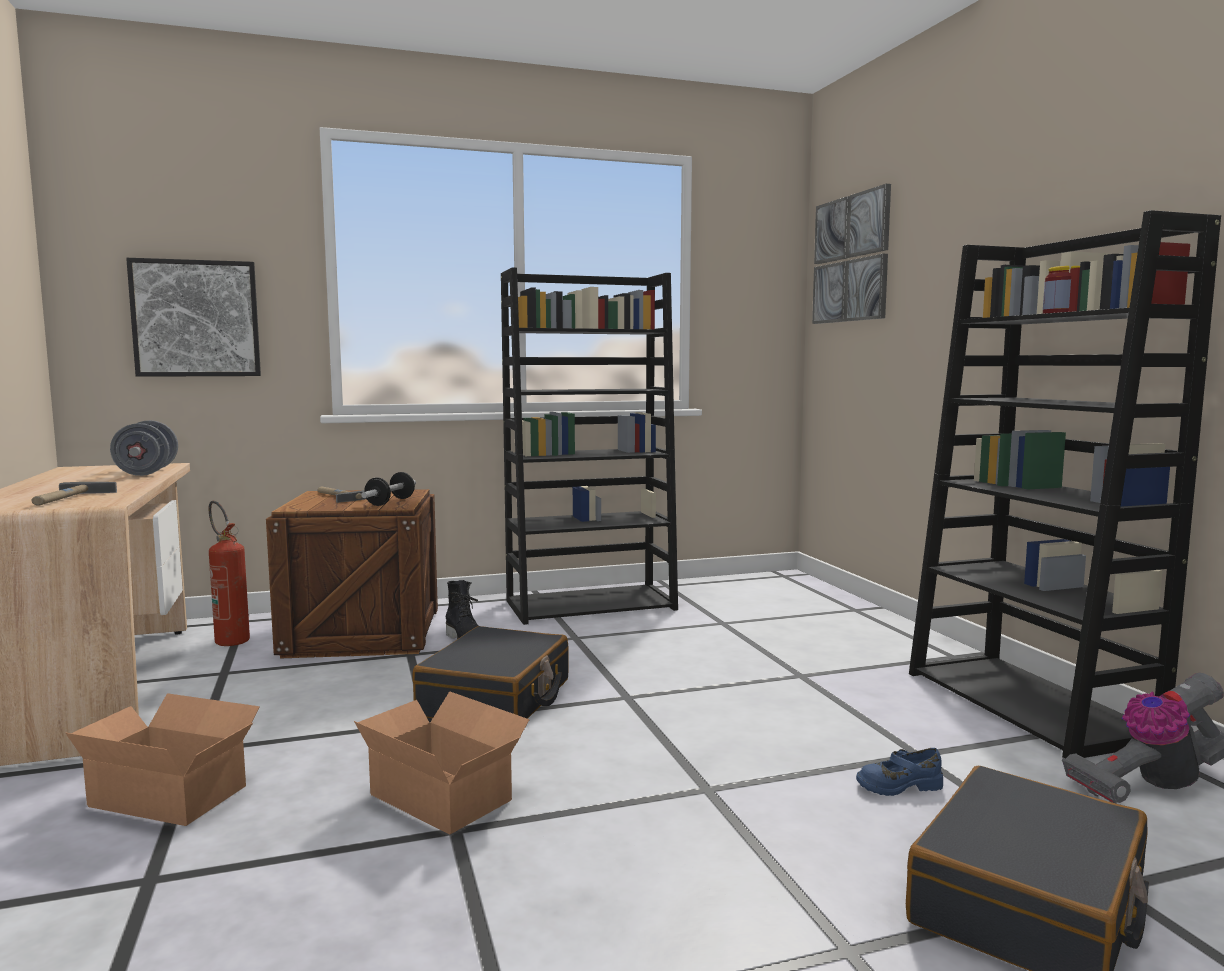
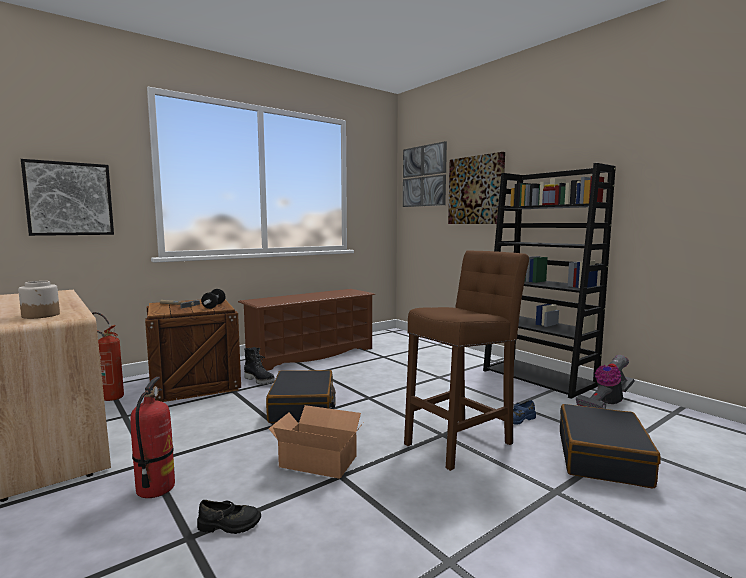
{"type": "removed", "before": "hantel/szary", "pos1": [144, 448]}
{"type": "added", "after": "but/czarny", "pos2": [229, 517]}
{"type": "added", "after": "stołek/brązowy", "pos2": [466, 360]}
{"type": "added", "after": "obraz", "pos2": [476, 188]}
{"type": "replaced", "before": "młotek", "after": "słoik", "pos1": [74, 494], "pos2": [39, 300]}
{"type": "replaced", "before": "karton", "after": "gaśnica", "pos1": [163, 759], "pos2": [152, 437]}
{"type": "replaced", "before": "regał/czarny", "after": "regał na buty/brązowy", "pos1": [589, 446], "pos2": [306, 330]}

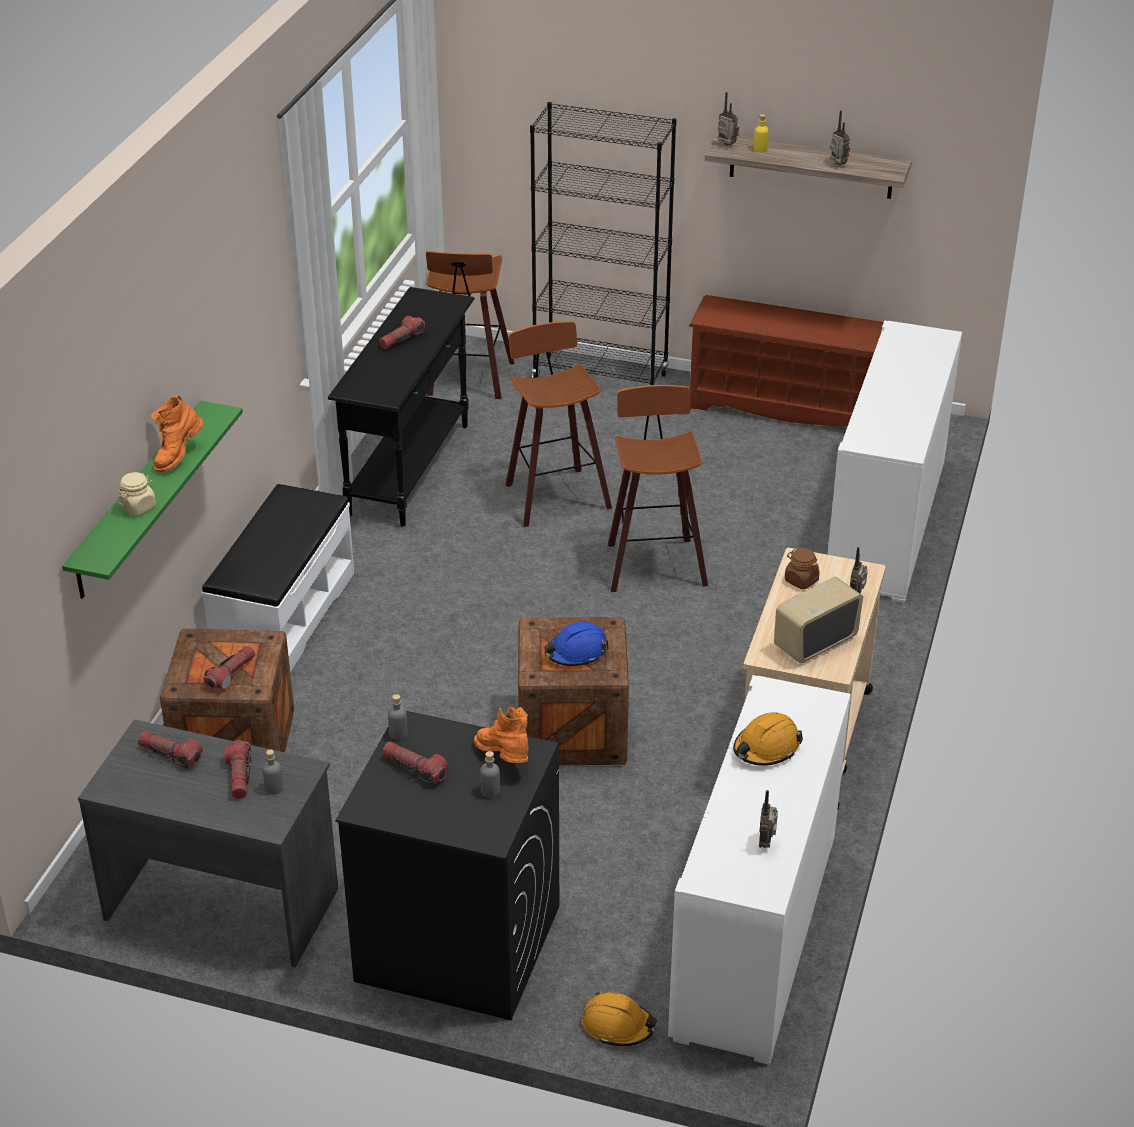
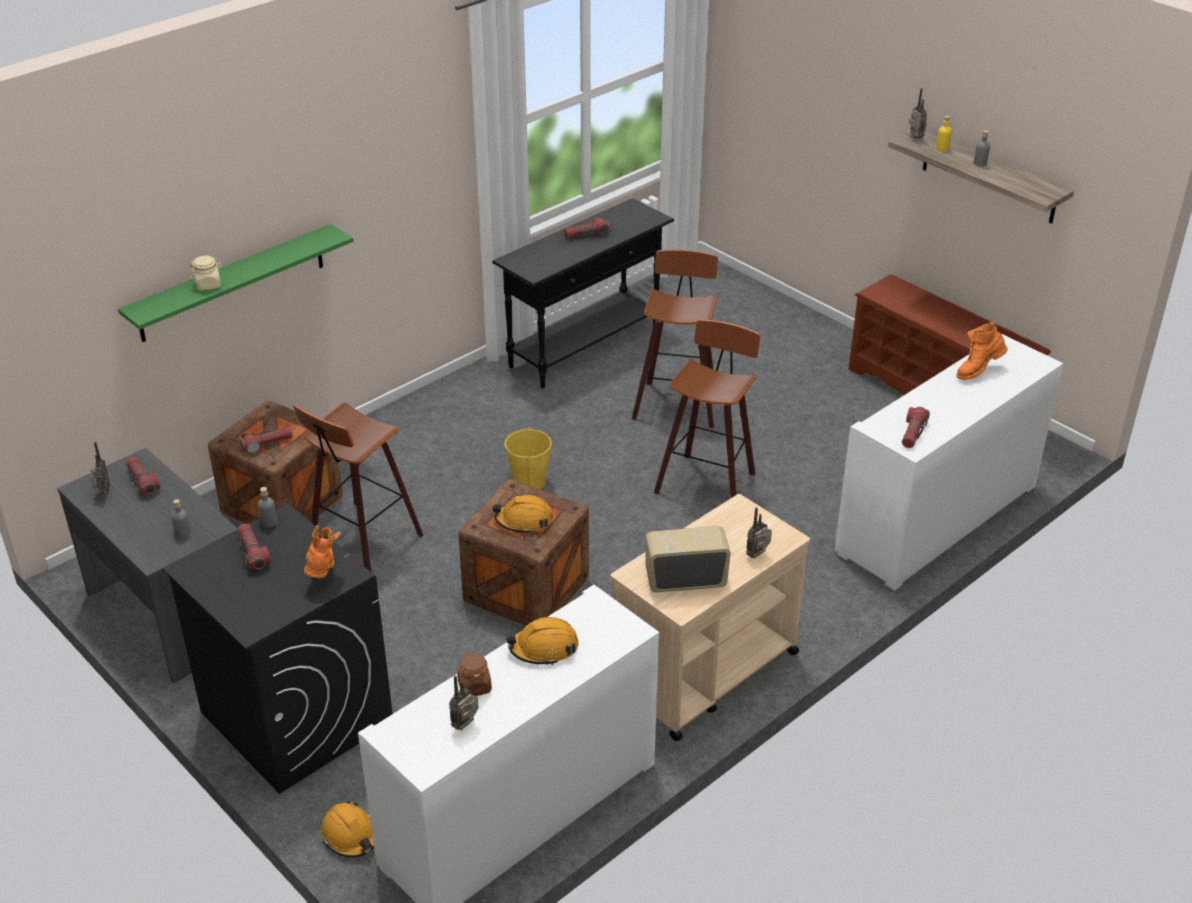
{"type": "removed", "before": "ławka/biały", "pos1": [278, 578]}
{"type": "removed", "before": "regał/czarny", "pos1": [603, 243]}
{"type": "added", "after": "wiadro/żółty", "pos2": [528, 458]}
{"type": "moved", "before": "but z cholewką/pomarańczowy", "pos1": [177, 433], "pos2": [982, 351]}
{"type": "moved", "before": "latarka", "pos1": [238, 769], "pos2": [916, 427]}
{"type": "moved", "before": "stołek", "pos1": [470, 325], "pos2": [358, 487]}
{"type": "moved", "before": "butelka/szary", "pos1": [490, 774], "pos2": [982, 148]}
{"type": "moved", "before": "słoik/brązowy", "pos1": [802, 568], "pos2": [474, 674]}
{"type": "moved", "before": "radio", "pos1": [840, 137], "pos2": [100, 468]}
{"type": "recoloured", "before": "kask/niebieski", "after": "kask/pomarańczowy", "pos1": [576, 644], "pos2": [523, 514]}

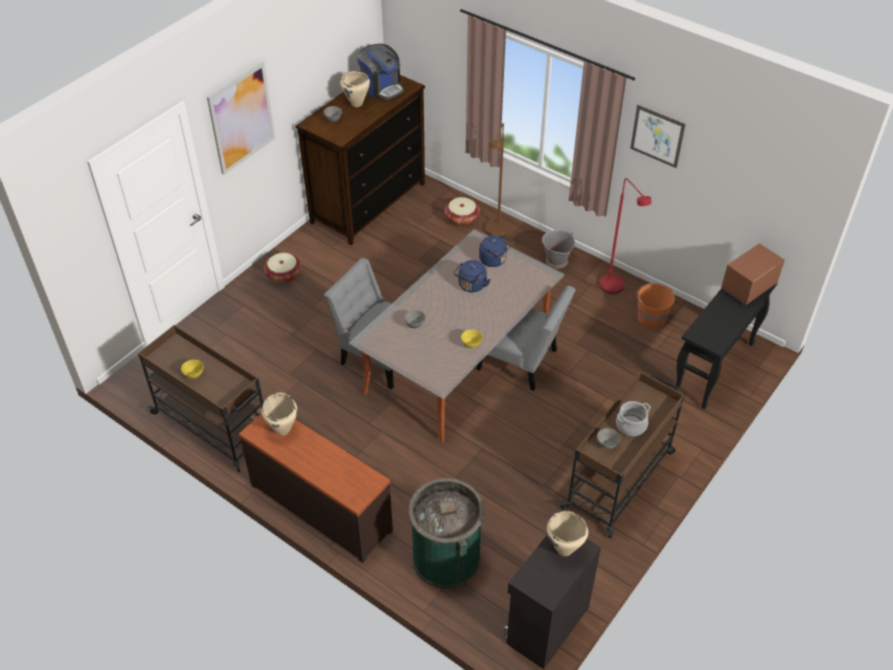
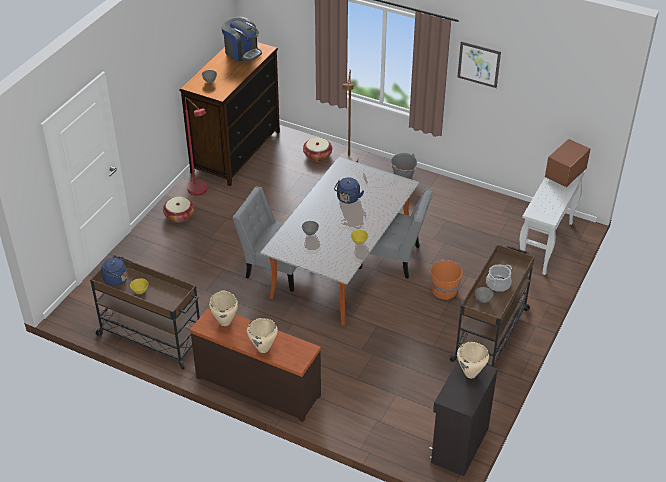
{"type": "removed", "before": "obraz", "pos1": [241, 118]}
{"type": "removed", "before": "kosz na śmieci/zielony", "pos1": [446, 533]}
{"type": "moved", "before": "garnek/beżowy", "pos1": [355, 89], "pos2": [262, 335]}
{"type": "moved", "before": "czajnik/niebieski", "pos1": [496, 251], "pos2": [116, 271]}
{"type": "moved", "before": "lampa stojąca/czerwony", "pos1": [626, 236], "pos2": [196, 146]}
{"type": "moved", "before": "wiadro/pomarańczowy", "pos1": [655, 306], "pos2": [446, 280]}
{"type": "recoloured", "before": "stolik konsolowy/czarny", "after": "stolik konsolowy/biały", "pos1": [725, 346], "pos2": [553, 222]}

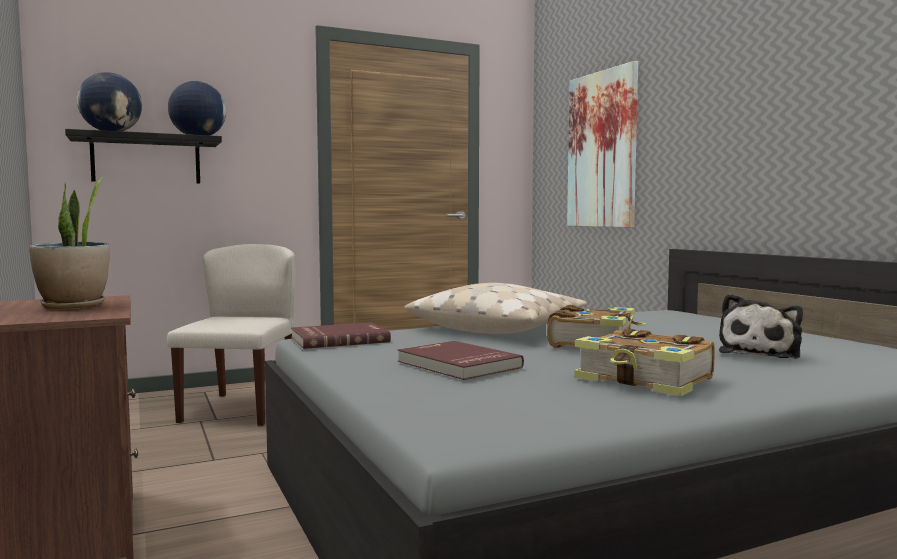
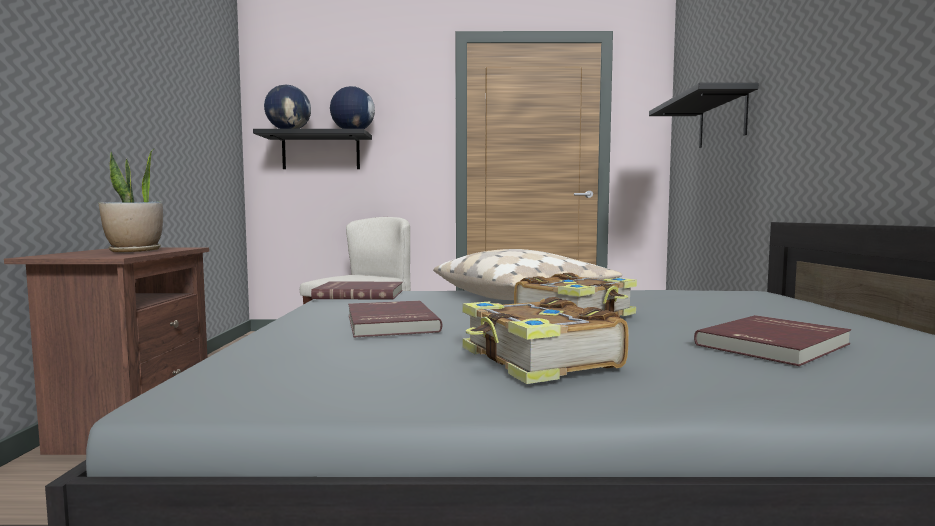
{"type": "replaced", "before": "obraz", "after": "półka/czarny", "pos1": [602, 144], "pos2": [703, 115]}
{"type": "replaced", "before": "pluszak", "after": "książka/czerwony", "pos1": [761, 326], "pos2": [772, 340]}

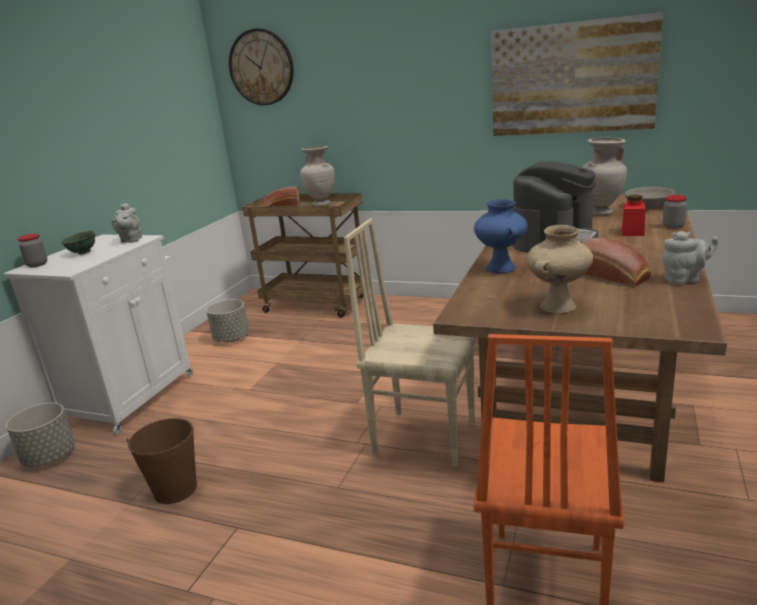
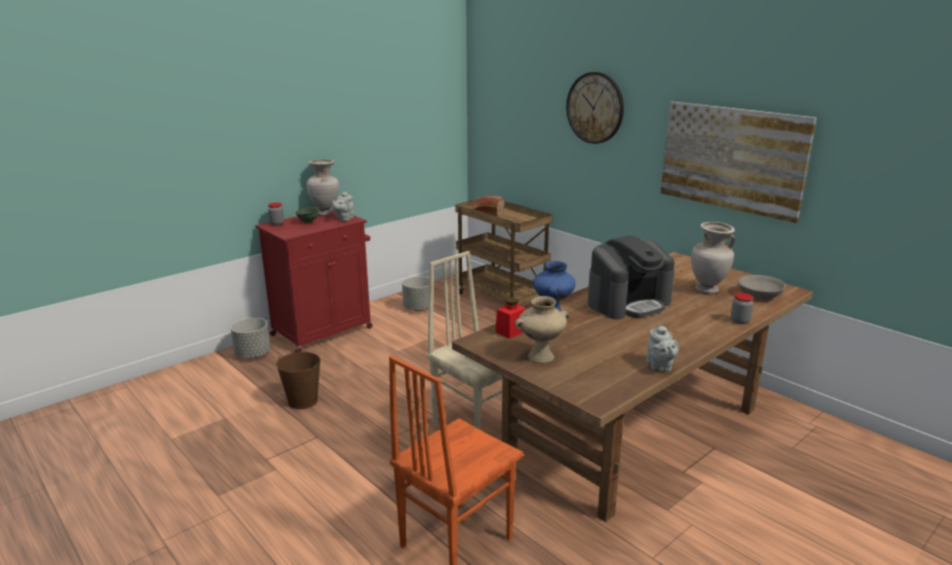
{"type": "removed", "before": "chleb", "pos1": [616, 262]}
{"type": "moved", "before": "zegar ścienny", "pos1": [261, 67], "pos2": [595, 108]}
{"type": "moved", "before": "wazon/beżowy", "pos1": [317, 176], "pos2": [322, 187]}
{"type": "moved", "before": "słoik/czerwony", "pos1": [633, 215], "pos2": [510, 318]}
{"type": "recoloured", "before": "szafka/biały", "after": "szafka/czerwony", "pos1": [98, 334], "pos2": [313, 280]}
{"type": "turned", "before": "imbryk/szary", "pos1": [690, 257], "pos2": [662, 348], "turn": 60}

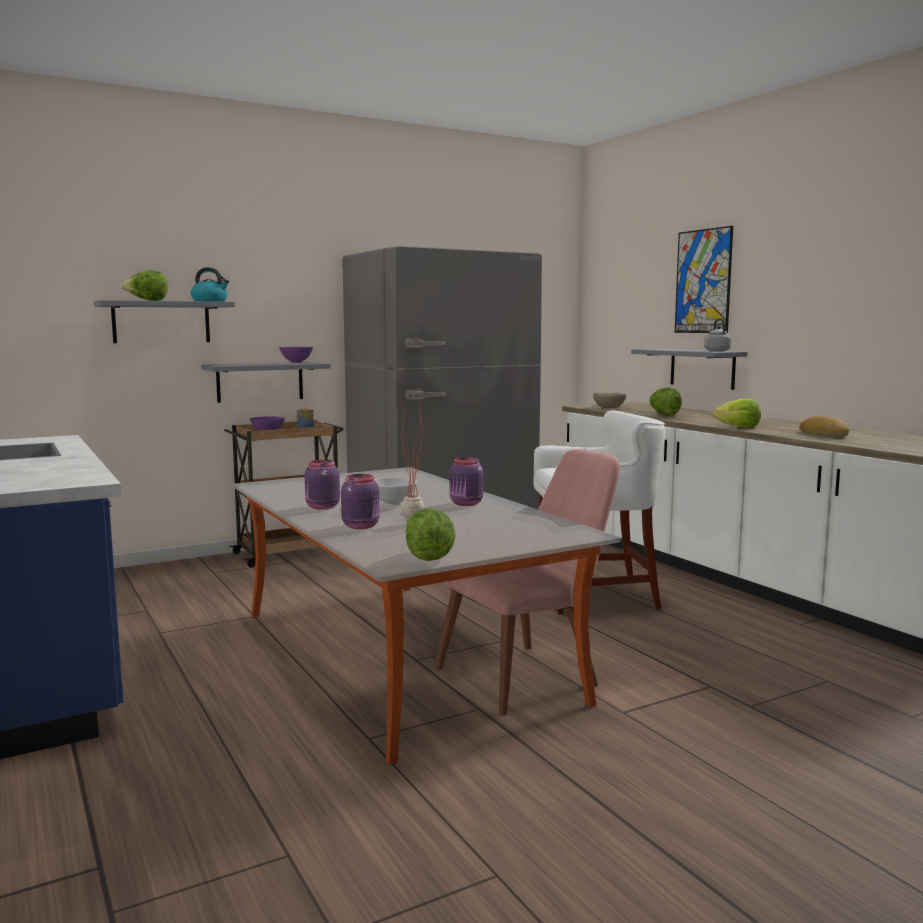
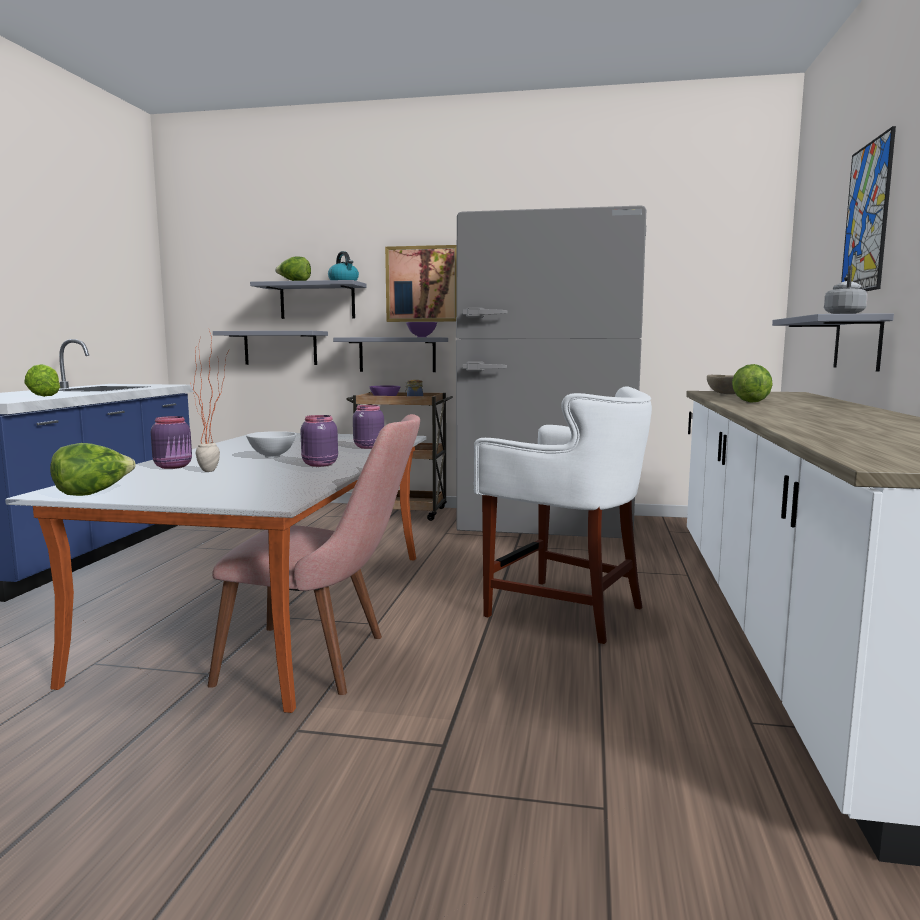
{"type": "removed", "before": "chleb", "pos1": [824, 426]}
{"type": "added", "after": "półka/szary", "pos2": [270, 348]}
{"type": "added", "after": "obraz", "pos2": [421, 283]}
{"type": "moved", "before": "słoik/fioletowy", "pos1": [322, 485], "pos2": [368, 427]}
{"type": "moved", "before": "sałata", "pos1": [737, 413], "pos2": [42, 380]}

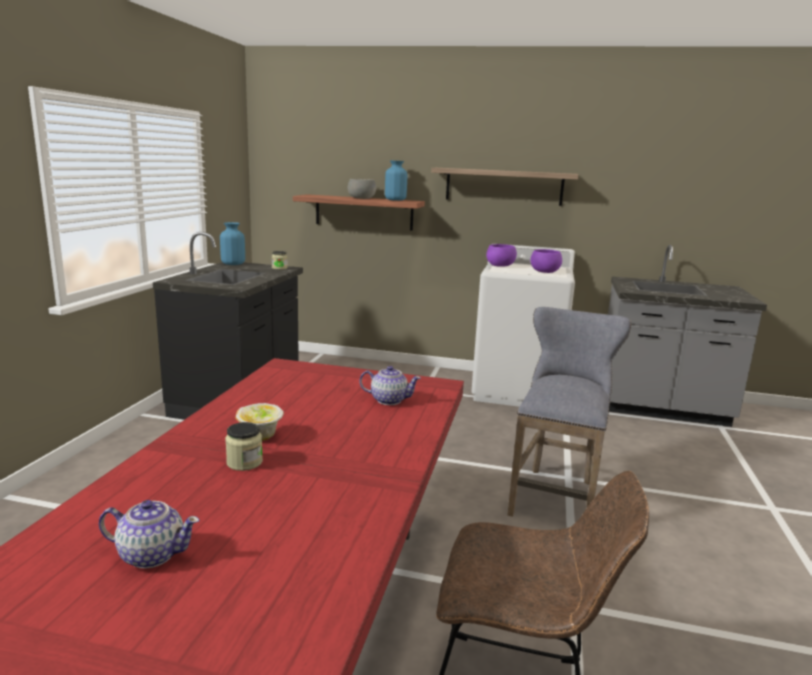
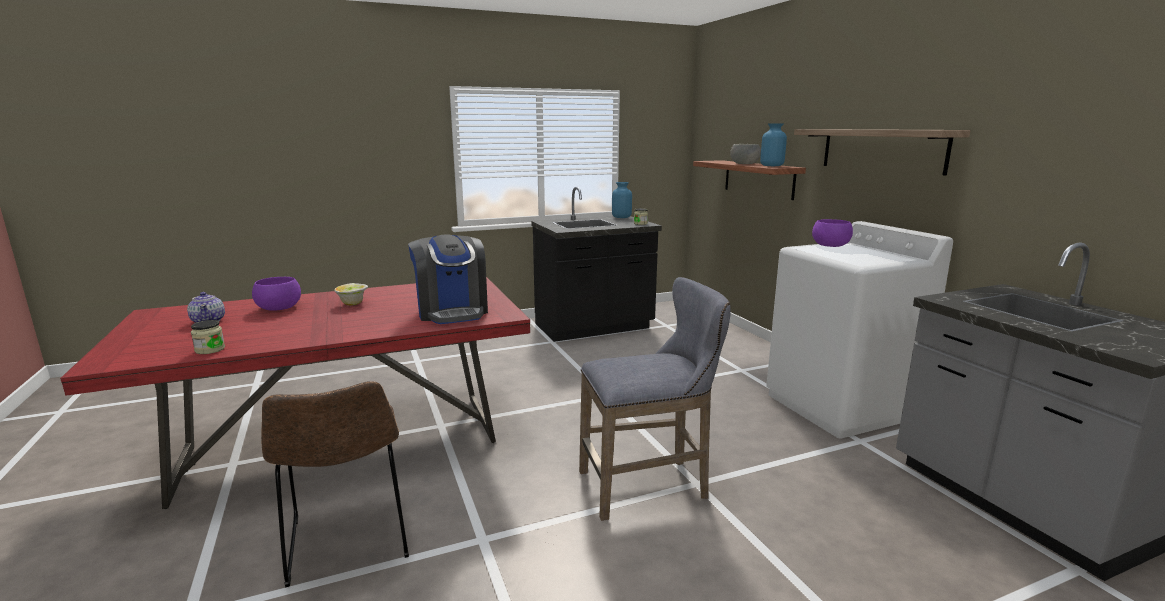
{"type": "moved", "before": "słoik", "pos1": [244, 446], "pos2": [208, 337]}
{"type": "moved", "before": "miska/fioletowy", "pos1": [546, 261], "pos2": [276, 294]}
{"type": "replaced", "before": "imbryk", "after": "ekspres do kawy", "pos1": [390, 385], "pos2": [448, 279]}

